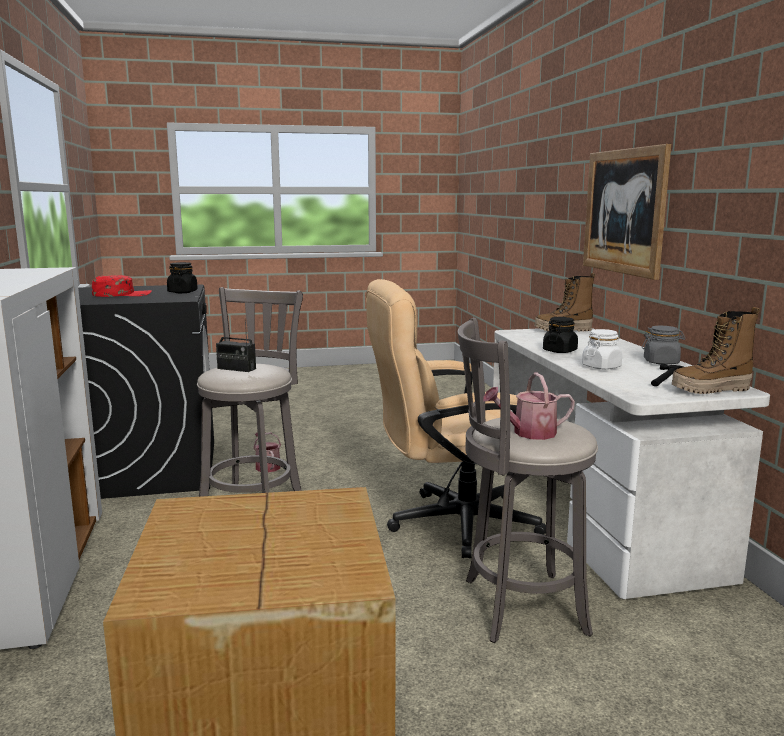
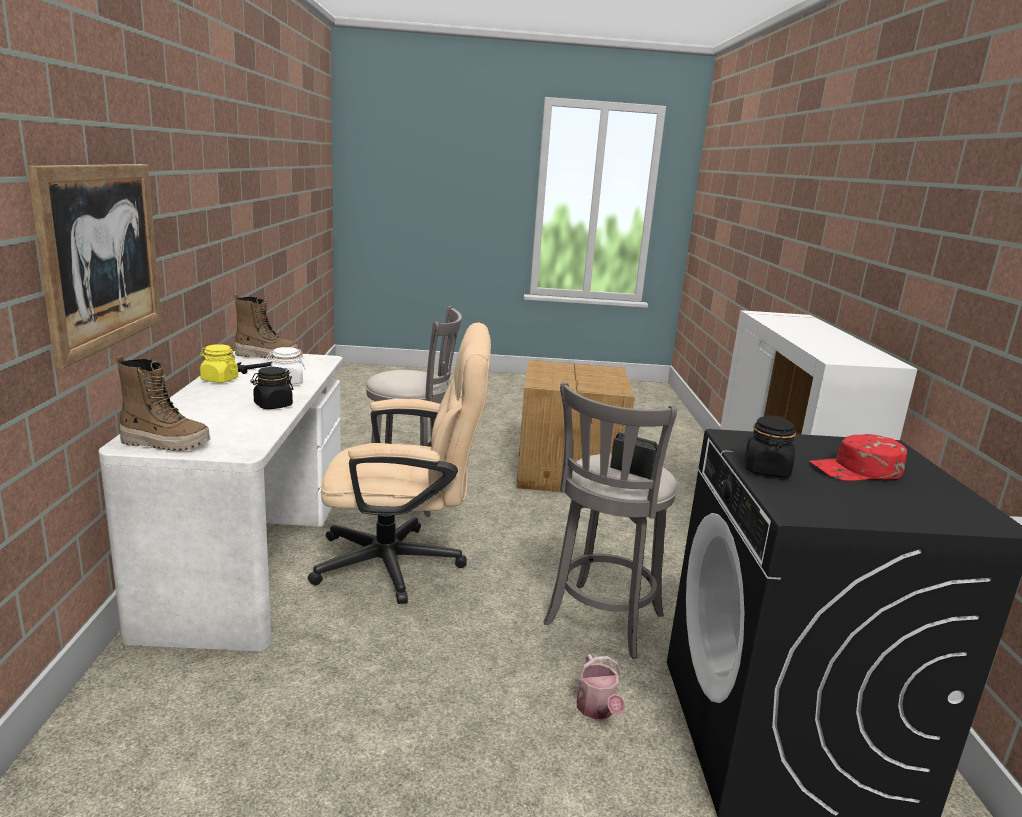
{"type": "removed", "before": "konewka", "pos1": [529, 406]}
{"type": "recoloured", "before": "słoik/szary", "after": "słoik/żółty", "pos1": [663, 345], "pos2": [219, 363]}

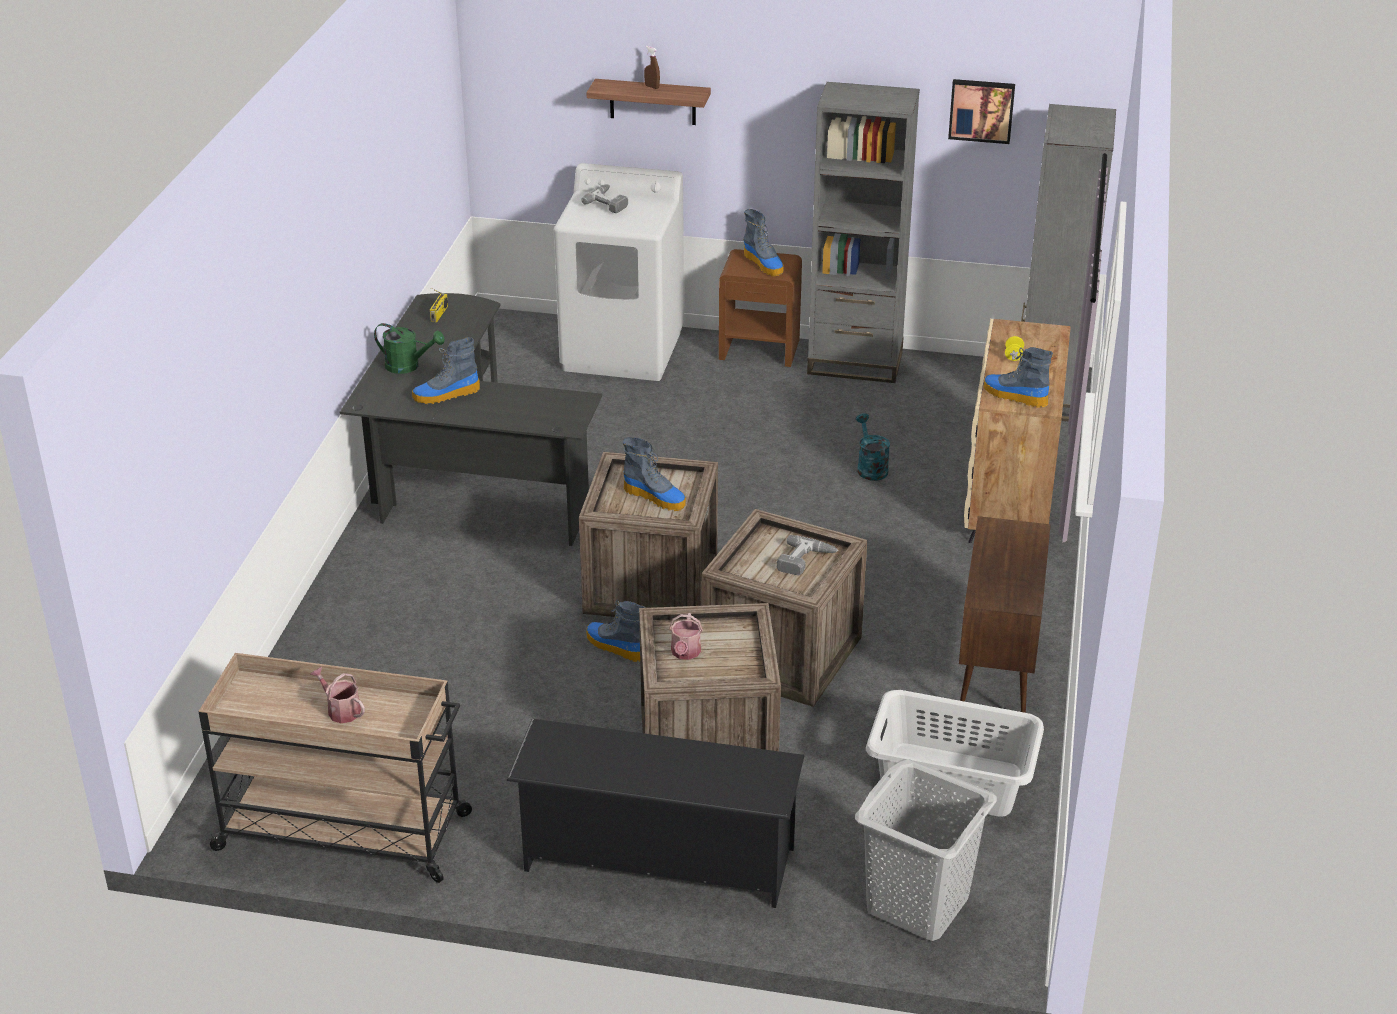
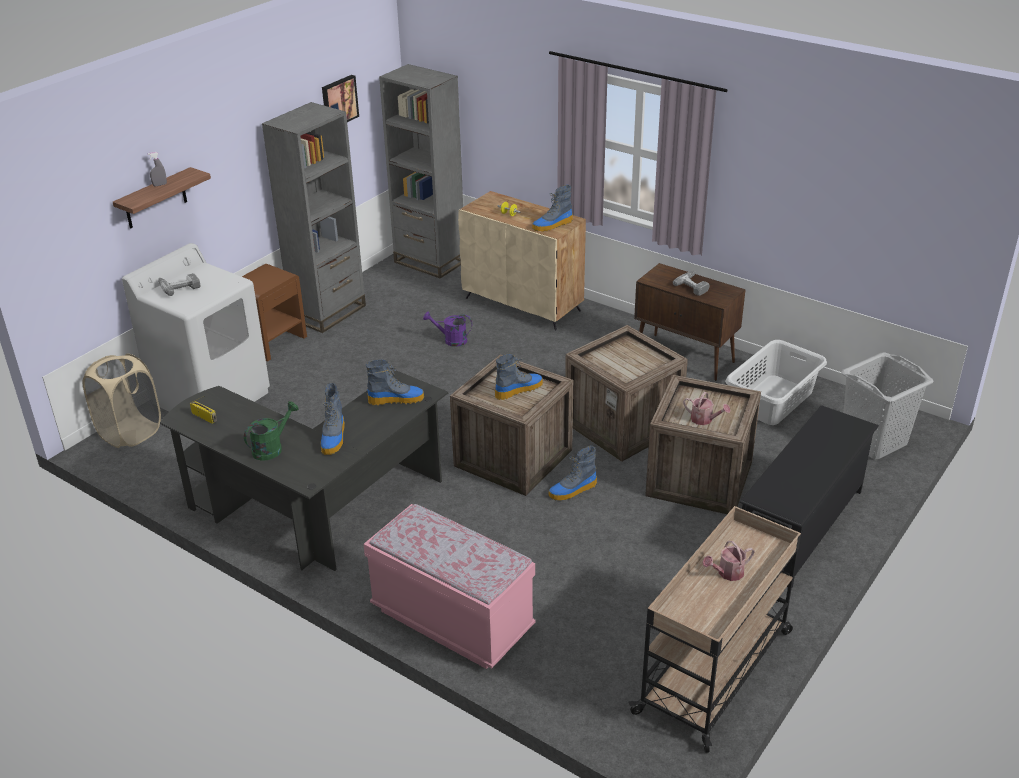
{"type": "added", "after": "kosz na pranie/beżowy", "pos2": [122, 401]}
{"type": "added", "after": "ławka/różowy", "pos2": [449, 586]}
{"type": "moved", "before": "but z cholewką", "pos1": [763, 242], "pos2": [395, 382]}
{"type": "moved", "before": "wiertarka", "pos1": [807, 555], "pos2": [691, 283]}
{"type": "recoloured", "before": "spryskiwacz/brązowy", "after": "spryskiwacz/szary", "pos1": [652, 67], "pos2": [157, 169]}
{"type": "recoloured", "before": "konewka/turkusowy", "after": "konewka/fioletowy", "pos1": [873, 447], "pos2": [447, 329]}

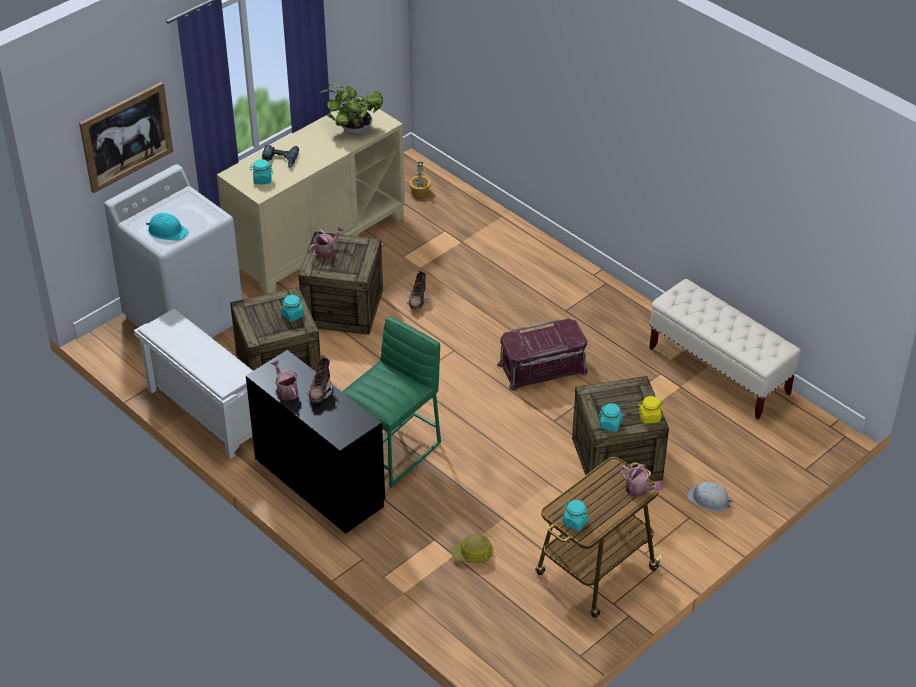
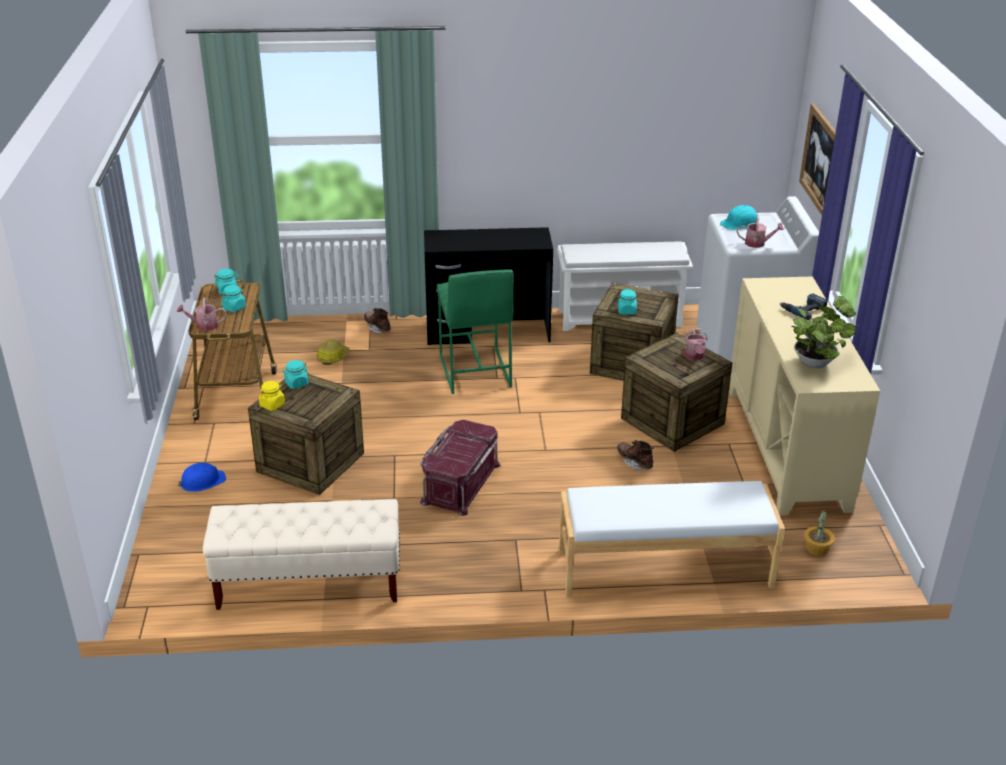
{"type": "added", "after": "ławka/biały", "pos2": [672, 539]}
{"type": "moved", "before": "słoik/turkusowy", "pos1": [261, 171], "pos2": [234, 298]}
{"type": "moved", "before": "konewka", "pos1": [284, 380], "pos2": [760, 232]}
{"type": "moved", "before": "but z cholewką/brązowy", "pos1": [319, 379], "pos2": [377, 321]}
{"type": "recoloured", "before": "kask/biały", "after": "kask/niebieski", "pos1": [709, 497], "pos2": [202, 477]}

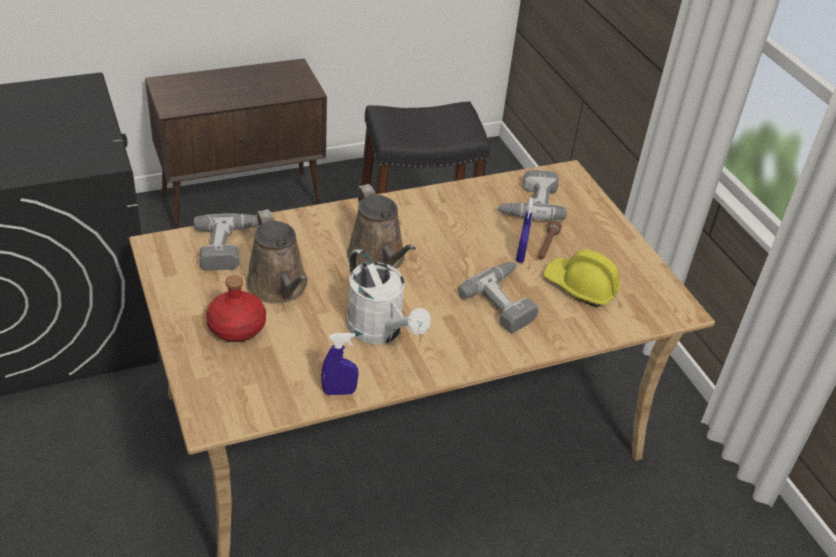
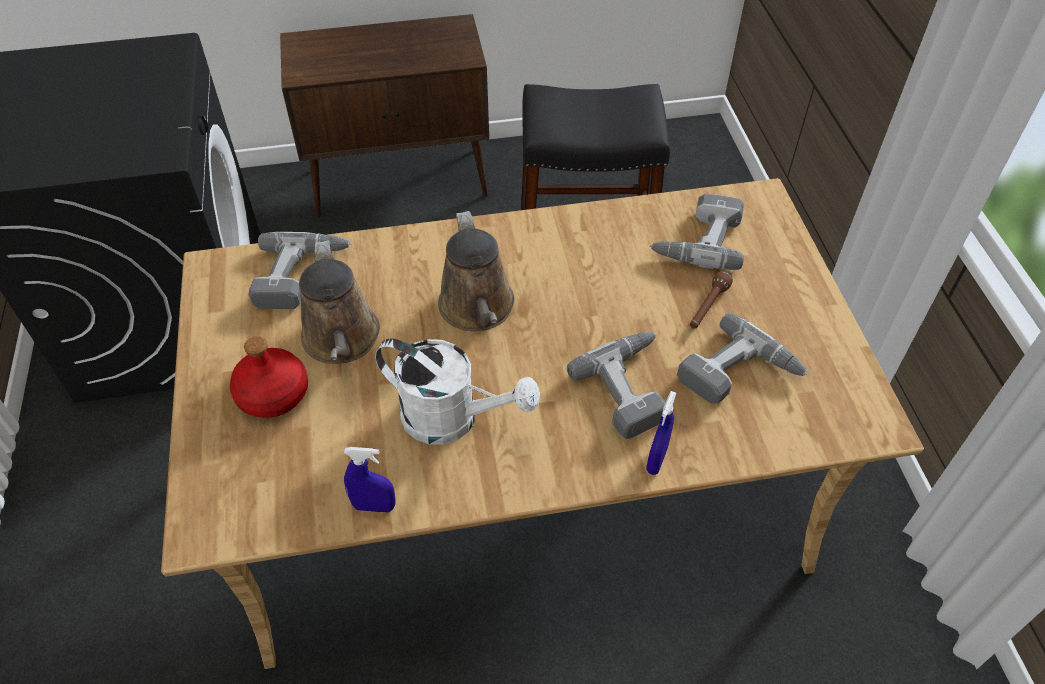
{"type": "moved", "before": "spryskiwacz/niebieski", "pos1": [525, 230], "pos2": [661, 433]}
{"type": "replaced", "before": "kask/żółty", "after": "wiertarka", "pos1": [582, 278], "pos2": [742, 358]}
{"type": "turned", "before": "konewka/biały", "pos1": [389, 296], "pos2": [457, 392], "turn": -45}

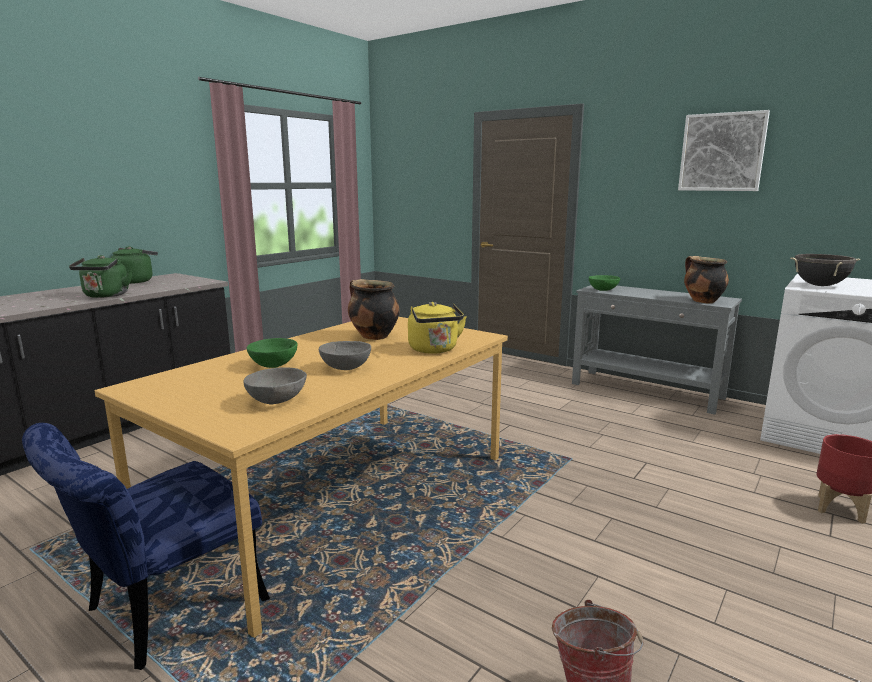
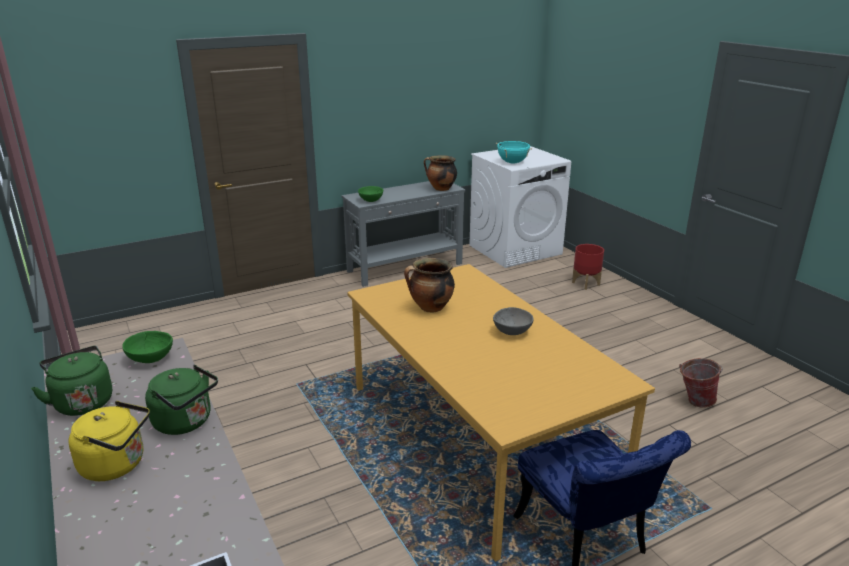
{"type": "removed", "before": "miska/szary", "pos1": [275, 386]}
{"type": "removed", "before": "obraz", "pos1": [724, 150]}
{"type": "moved", "before": "miska/zielony", "pos1": [272, 353], "pos2": [147, 347]}
{"type": "moved", "before": "czajnik/żółty", "pos1": [437, 328], "pos2": [109, 441]}
{"type": "recoloured", "before": "garnek/czarny", "after": "garnek/turkusowy", "pos1": [825, 270], "pos2": [514, 152]}

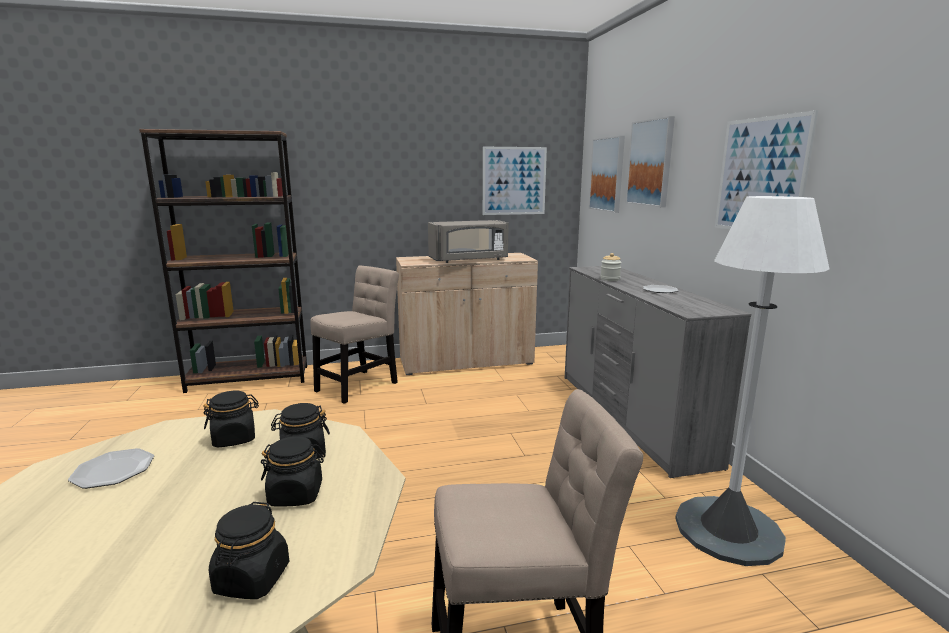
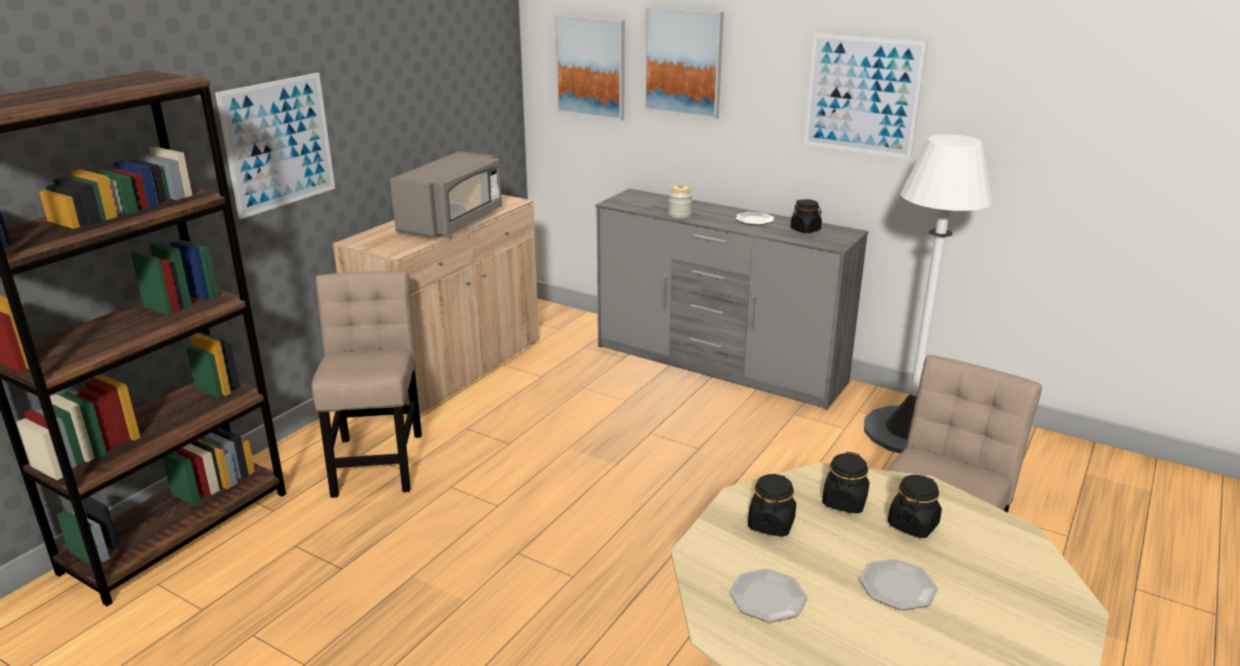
{"type": "added", "after": "talerz", "pos2": [898, 584]}
{"type": "moved", "before": "słoik/czarny", "pos1": [249, 550], "pos2": [806, 216]}
{"type": "moved", "before": "obraz", "pos1": [515, 181], "pos2": [275, 146]}

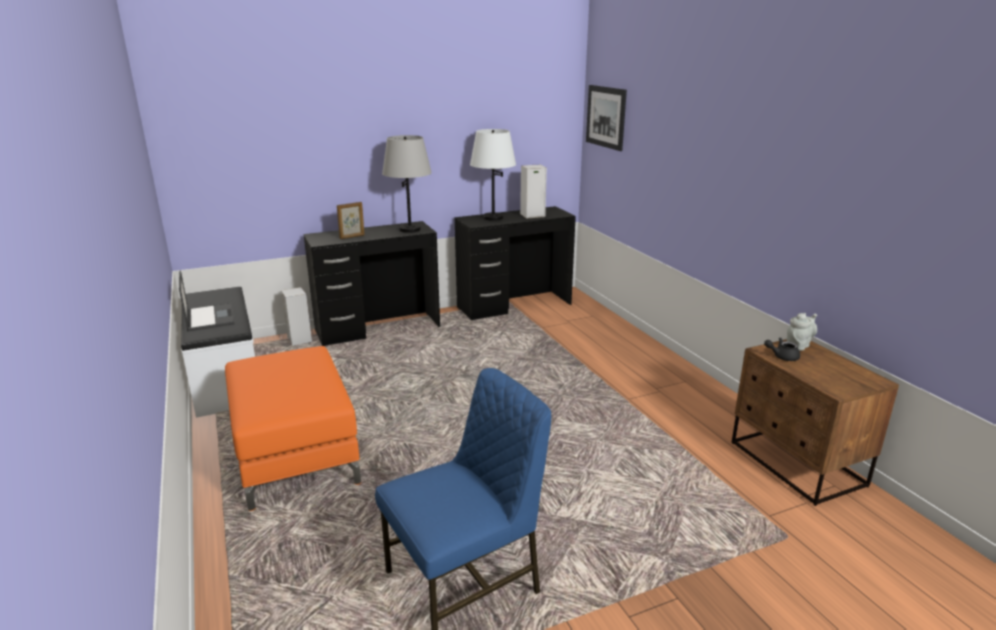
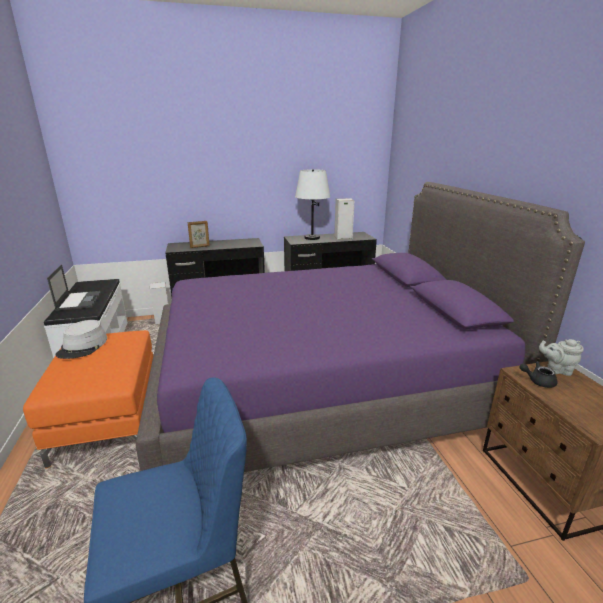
{"type": "removed", "before": "lampa stołowa/szary", "pos1": [407, 184]}
{"type": "removed", "before": "obraz", "pos1": [606, 118]}
{"type": "added", "after": "kapelusz/szary", "pos2": [81, 339]}
{"type": "added", "after": "łóżko/fioletowy", "pos2": [360, 327]}
{"type": "turned", "before": "imbryk/szary", "pos1": [802, 332], "pos2": [561, 357], "turn": -135}

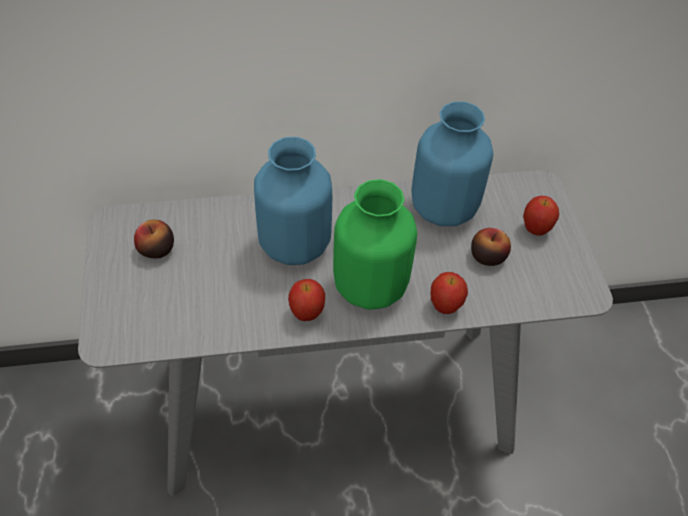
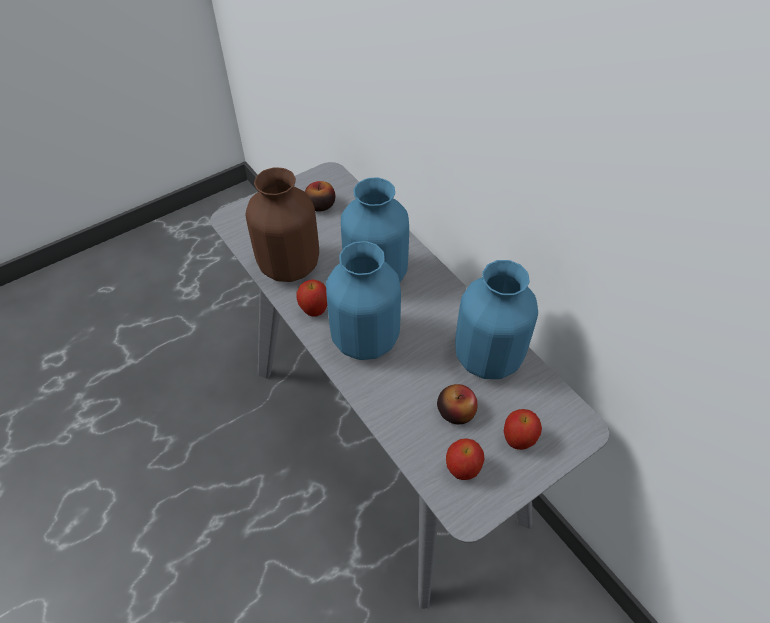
{"type": "added", "after": "wazon/brązowy", "pos2": [282, 224]}
{"type": "moved", "before": "jabłko", "pos1": [449, 293], "pos2": [465, 459]}
{"type": "recoloured", "before": "wazon/zielony", "after": "wazon/niebieski", "pos1": [375, 244], "pos2": [363, 300]}

